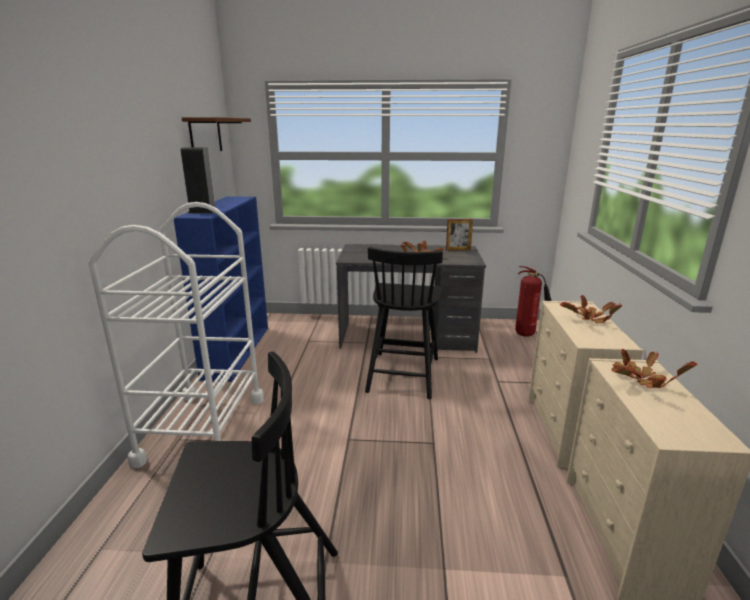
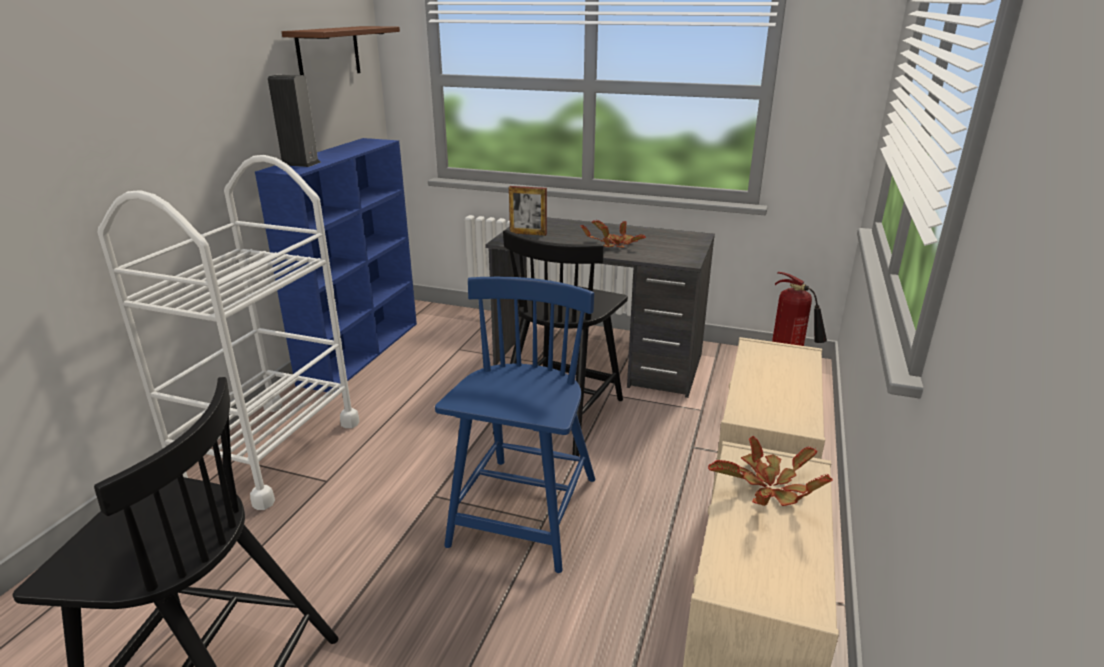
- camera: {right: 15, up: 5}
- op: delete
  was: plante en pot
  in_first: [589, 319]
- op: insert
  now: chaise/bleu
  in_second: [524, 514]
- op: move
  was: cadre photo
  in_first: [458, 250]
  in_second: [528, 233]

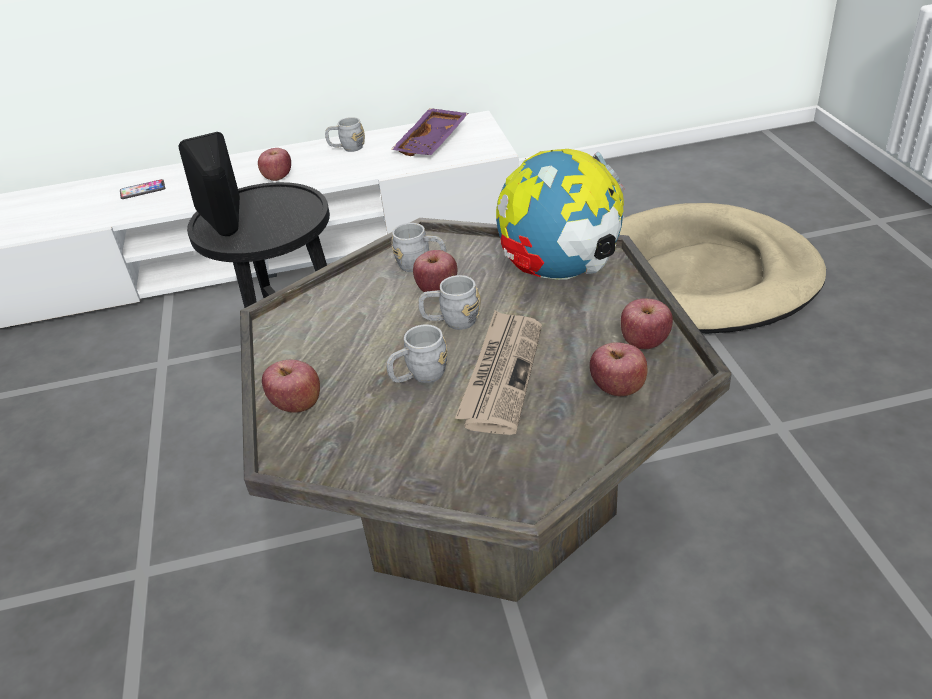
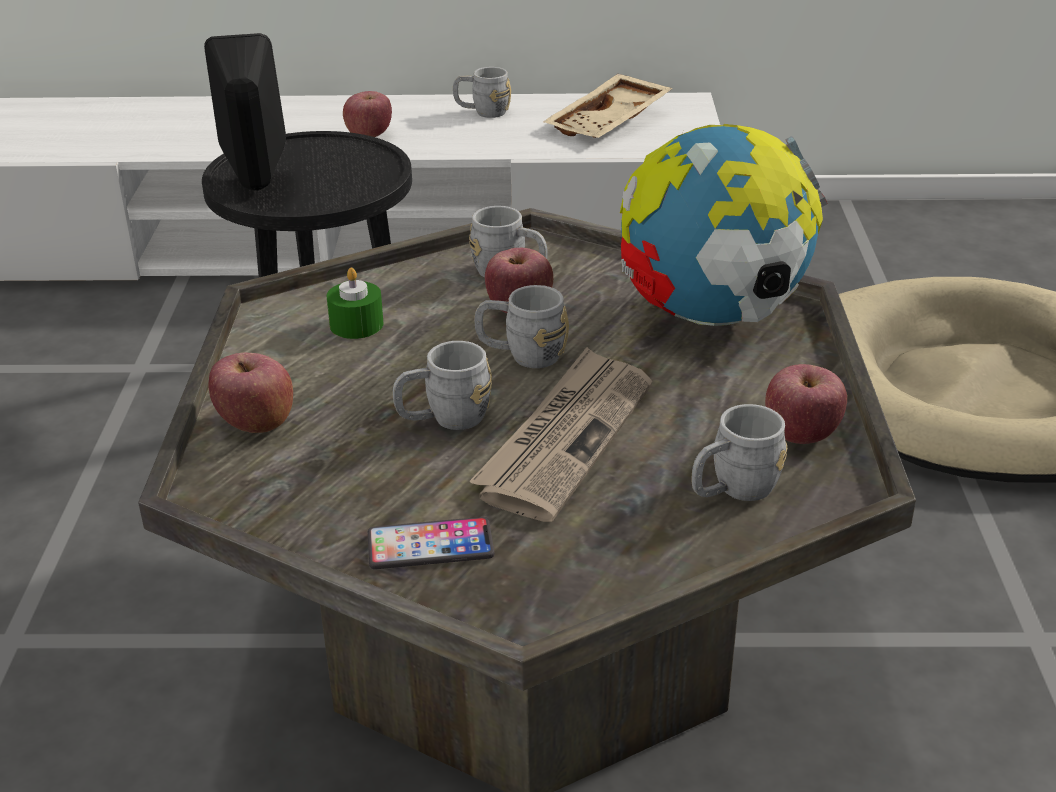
- camera: {right: 10, up: -5}
- op: insert
  now: bougie/vert
  in_second: [356, 325]
- op: move
  was: téléphone
  in_first: [143, 190]
  in_second: [430, 545]
- op: replace
  was: pomme
  now: mug/gris
  in_first: [618, 388]
  in_second: [733, 490]
- op: recolor
  was: plateau/violet
  now: plateau/beige
  in_first: [433, 142]
  in_second: [610, 123]

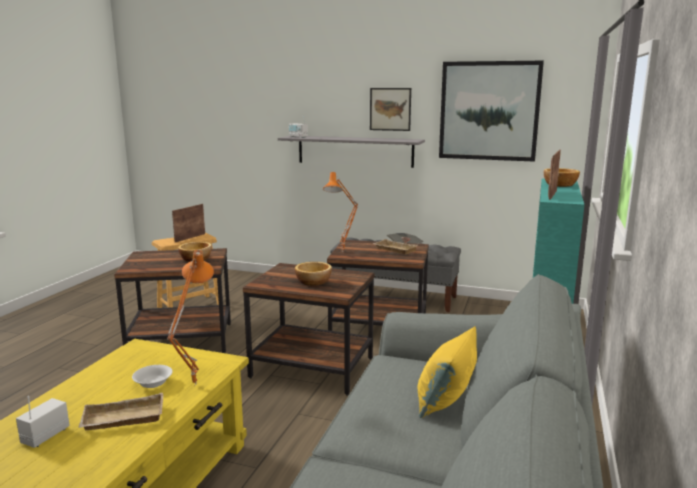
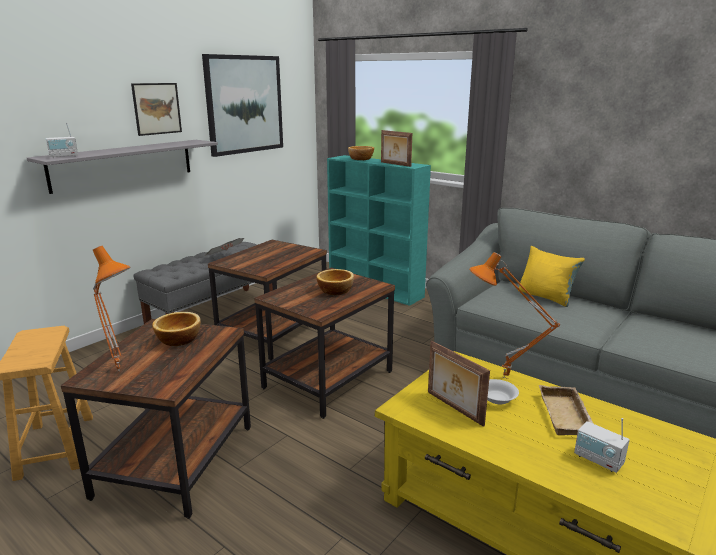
- camera: {right: -70, up: 5}
- op: delete
  was: plateau/beige
  in_first: [394, 249]
- op: move
  was: cadre photo
  in_first: [189, 238]
  in_second: [453, 408]
- op: move
  was: lampe de table/orange
  in_first: [344, 252]
  in_second: [121, 370]

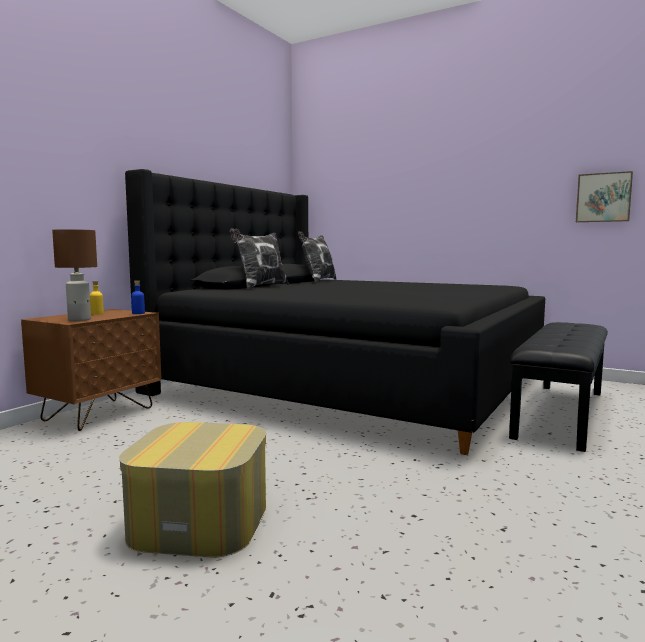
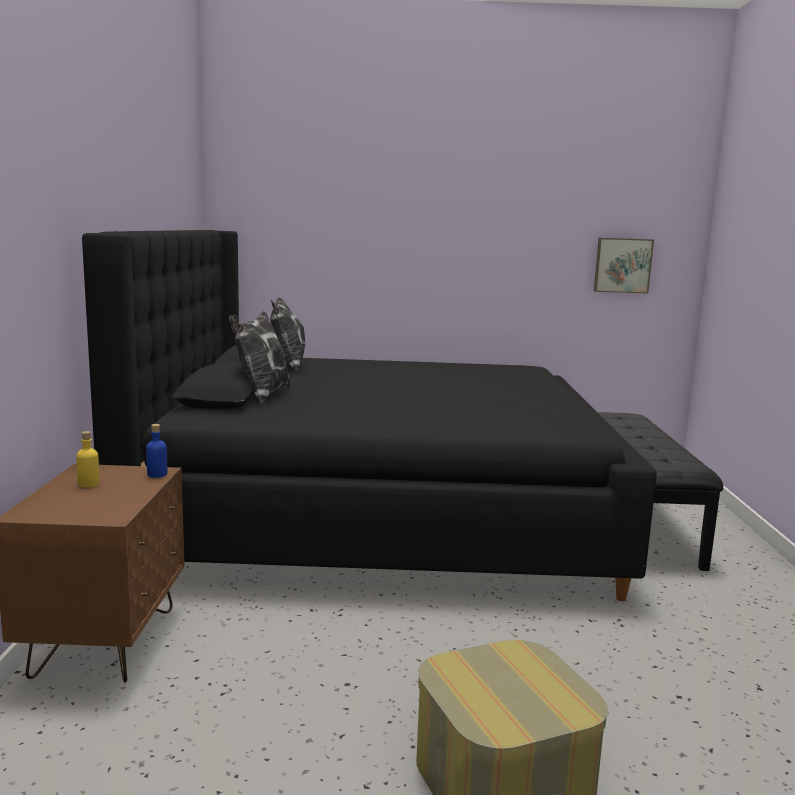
- camera: {right: -30, up: 5}
- op: delete
  was: lampe de table/marron
  in_first: [79, 320]

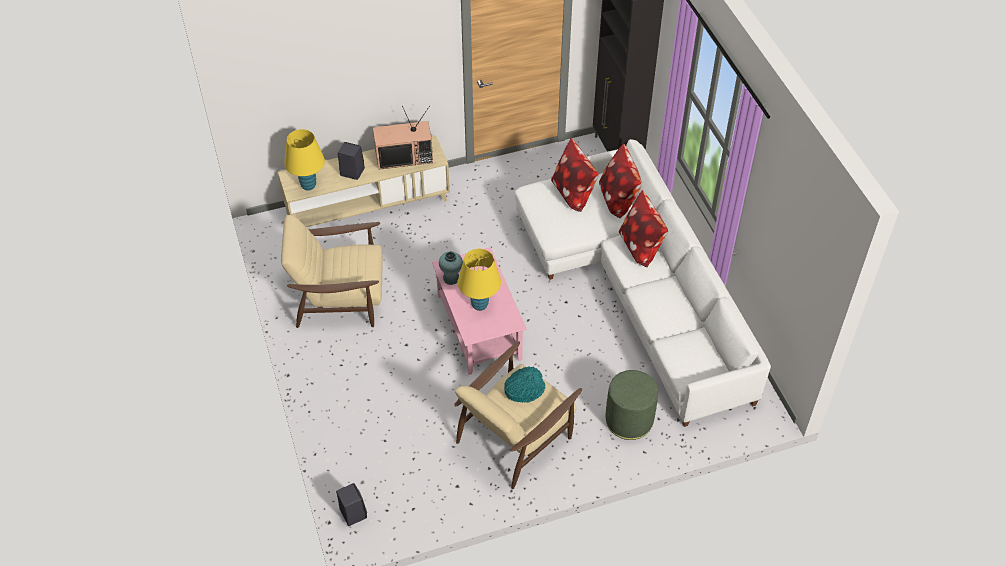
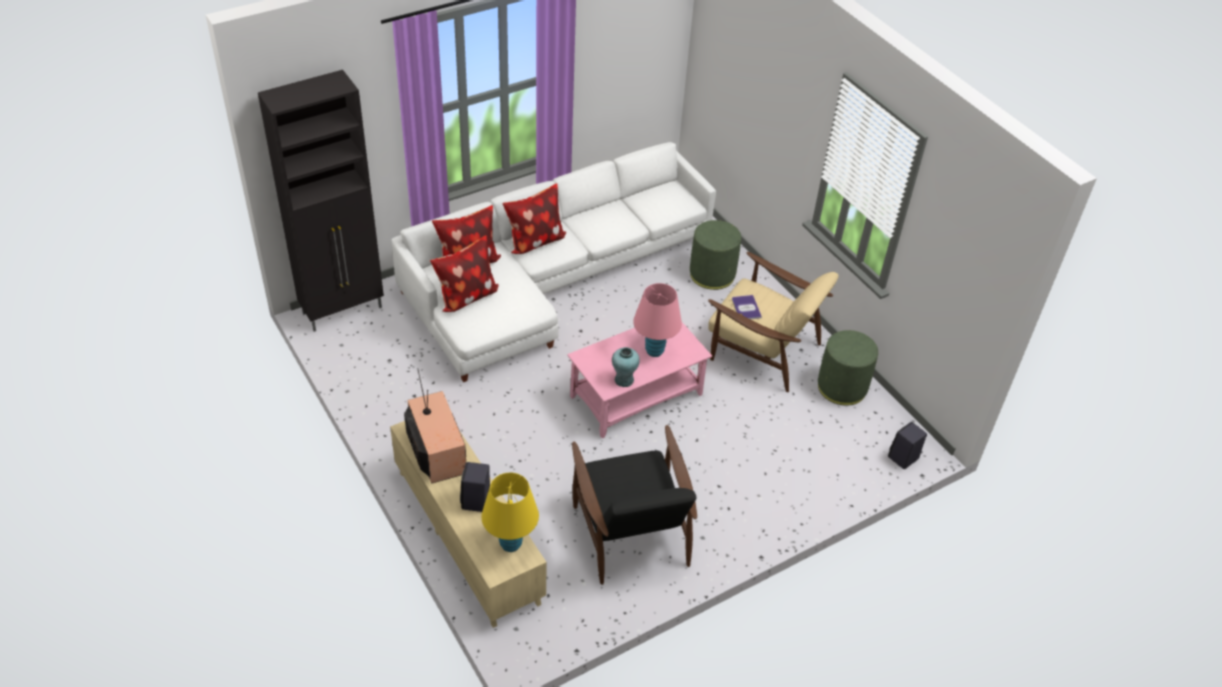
- camera: {right: -105, up: -5}
- op: insert
  now: pouf/vert
  in_second: [842, 387]
- op: replace
  was: chapeau/turquoise
  now: livre
  in_first: [524, 389]
  in_second: [746, 308]
- op: recolor
  was: fauteuil/beige
  now: fauteuil/noir
  in_first: [340, 298]
  in_second: [630, 531]
- op: recolor
  was: lampe de table/jaune
  now: lampe de table/rose
  in_first: [479, 305]
  in_second: [654, 351]

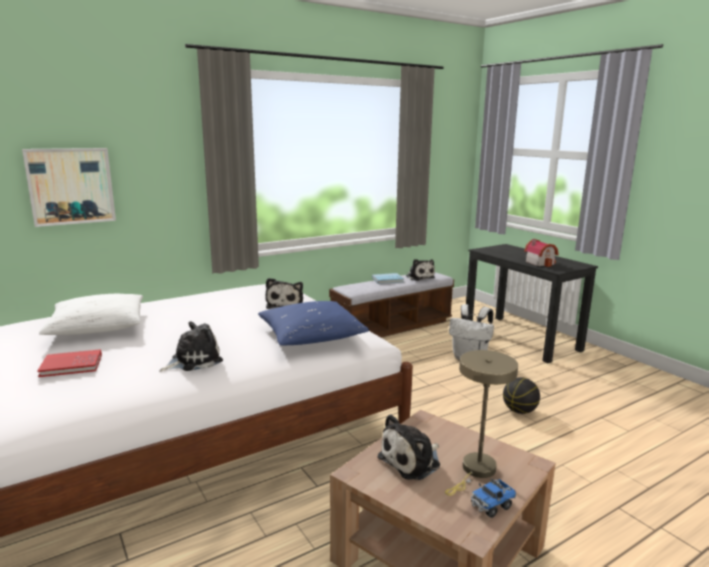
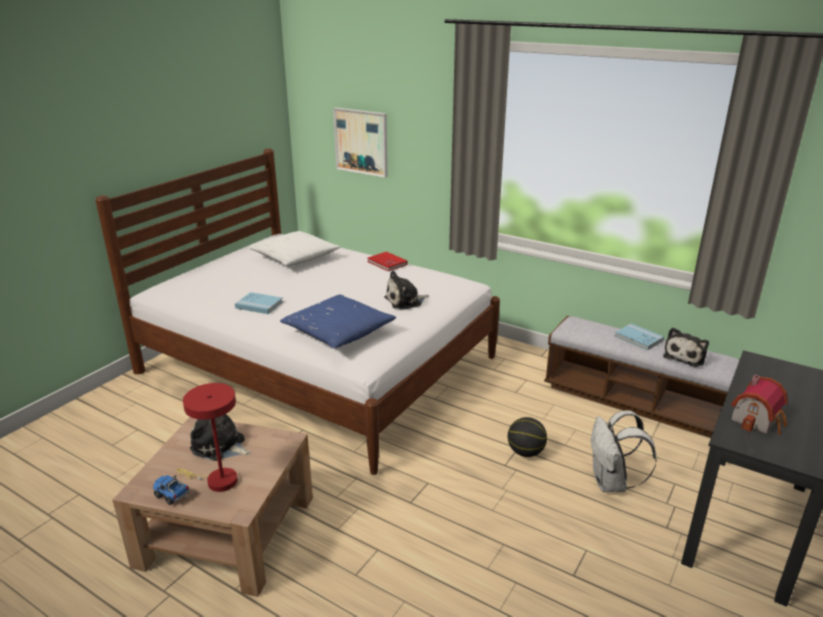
- camera: {right: 65, up: 10}
- op: move
  was: livre/rouge
  in_first: [71, 365]
  in_second: [387, 263]
- op: move
  was: ballon de basket
  in_first: [519, 411]
  in_second: [525, 452]
- op: replace
  was: peluche
  now: livre/bleu
  in_first: [193, 360]
  in_second: [259, 305]
- op: recolor
  was: lampe de table/beige
  now: lampe de table/rouge
  in_first: [476, 471]
  in_second: [217, 481]

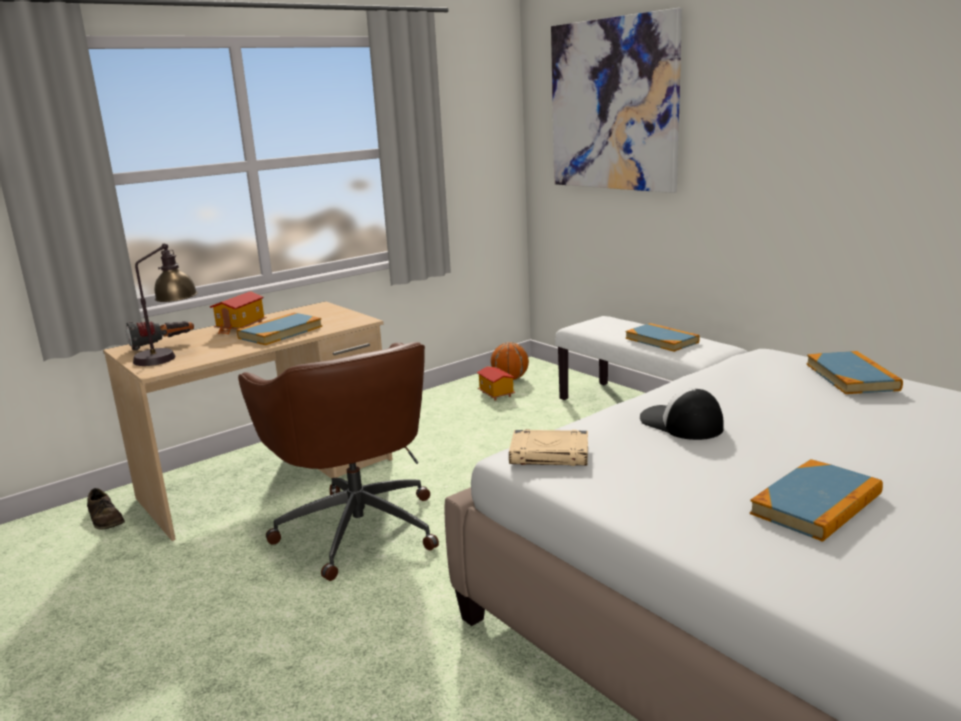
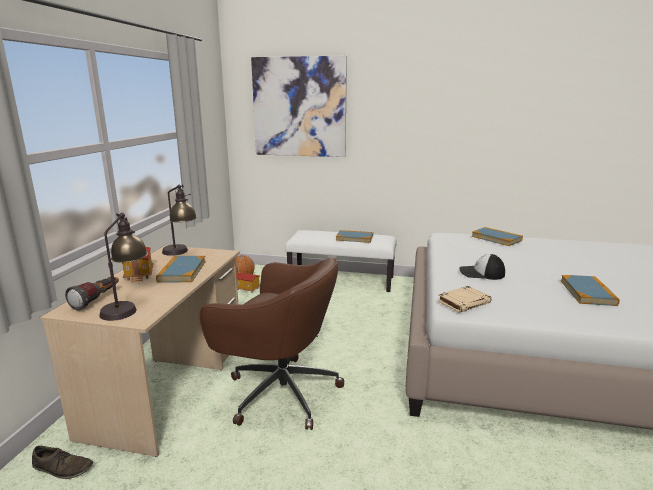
- camera: {right: -40, up: 0}
- op: insert
  now: lampe de table
  in_second: [181, 253]

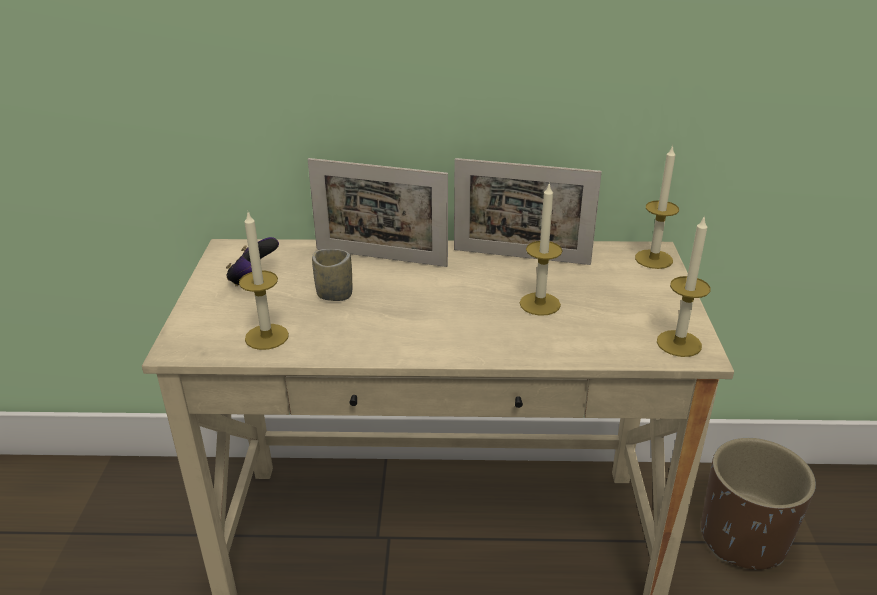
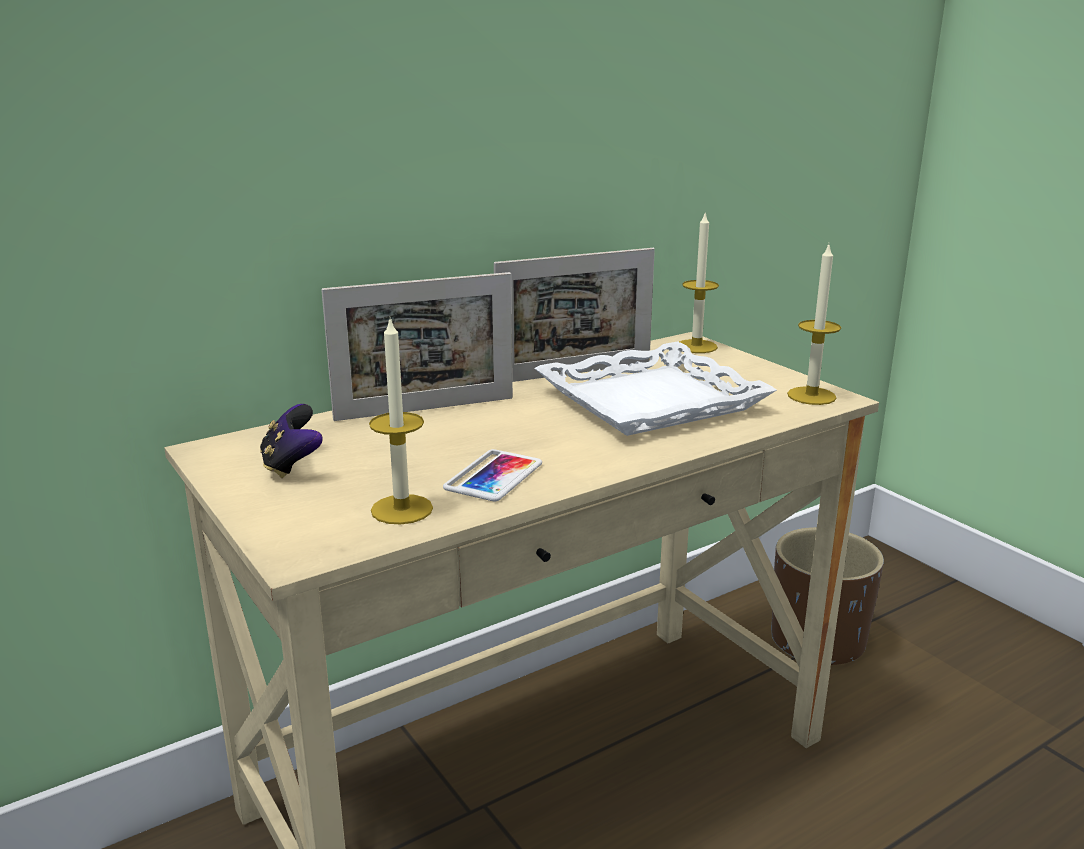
- camera: {right: -35, up: -10}
- op: delete
  was: tasse
  in_first: [334, 295]
- op: insert
  now: téléphone
  in_second: [493, 476]
- op: replace
  was: bougie
  now: plateau/blanc
  in_first: [540, 304]
  in_second: [651, 402]

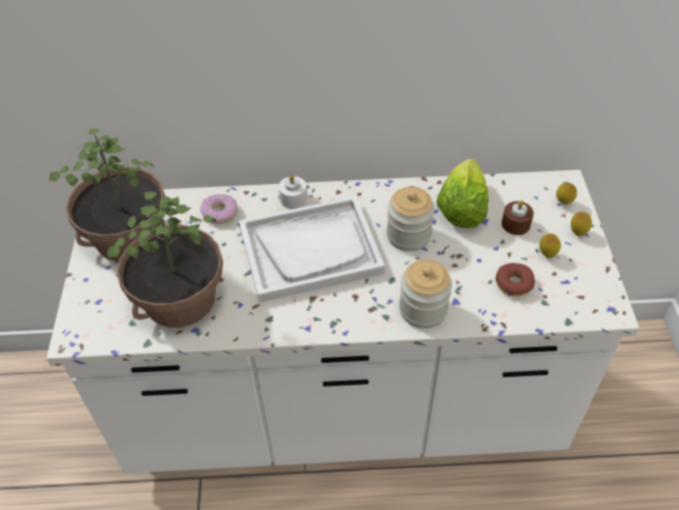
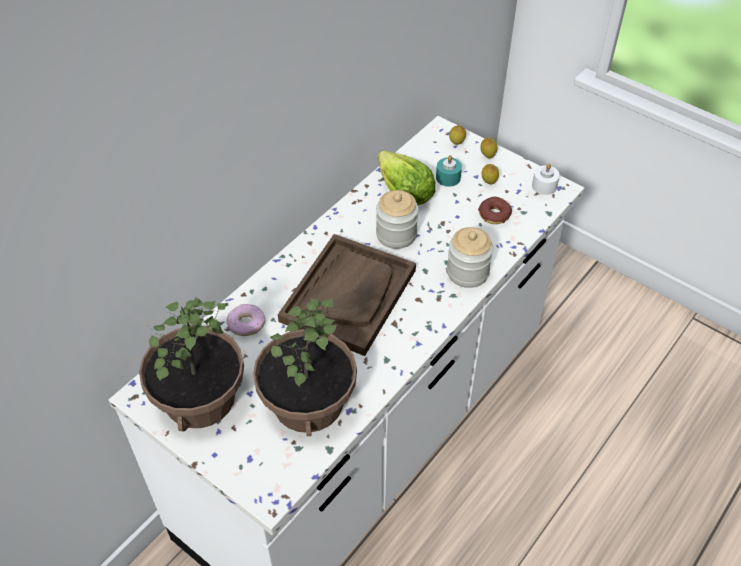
- camera: {right: -50, up: 0}
- op: move
  was: bougie/blanc
  in_first: [293, 199]
  in_second: [544, 186]
- op: recolor
  was: plateau/blanc
  now: plateau/marron
  in_first: [310, 250]
  in_second: [348, 295]
- op: recolor
  was: bougie/marron
  now: bougie/turquoise
  in_first: [515, 224]
  in_second: [448, 178]

